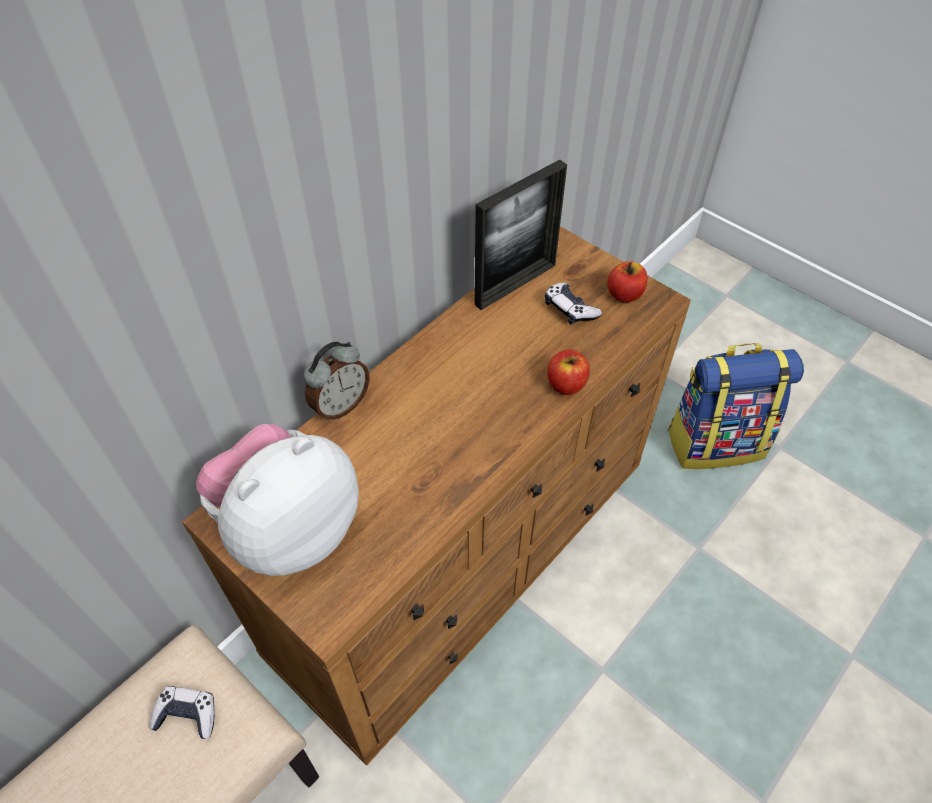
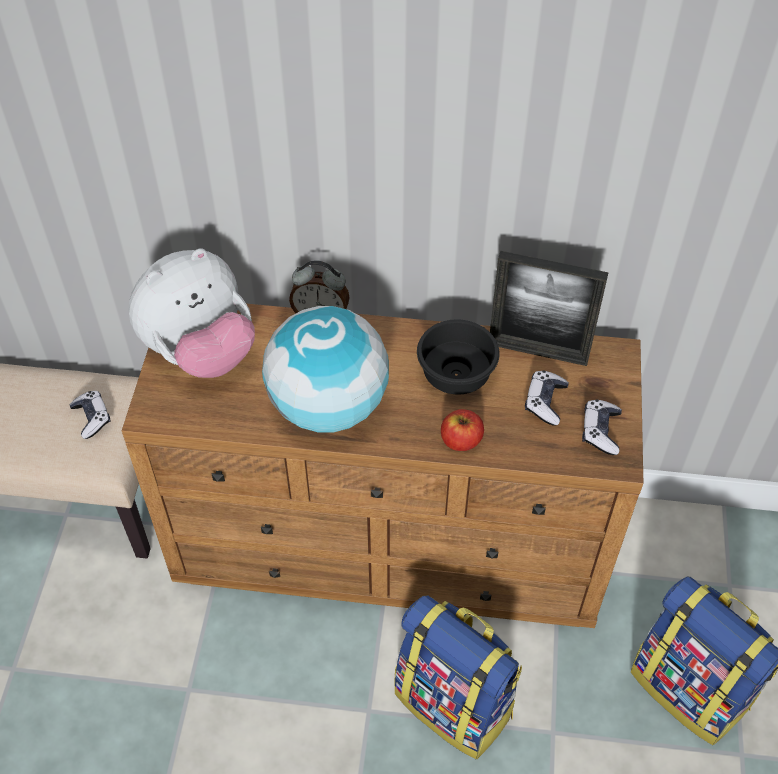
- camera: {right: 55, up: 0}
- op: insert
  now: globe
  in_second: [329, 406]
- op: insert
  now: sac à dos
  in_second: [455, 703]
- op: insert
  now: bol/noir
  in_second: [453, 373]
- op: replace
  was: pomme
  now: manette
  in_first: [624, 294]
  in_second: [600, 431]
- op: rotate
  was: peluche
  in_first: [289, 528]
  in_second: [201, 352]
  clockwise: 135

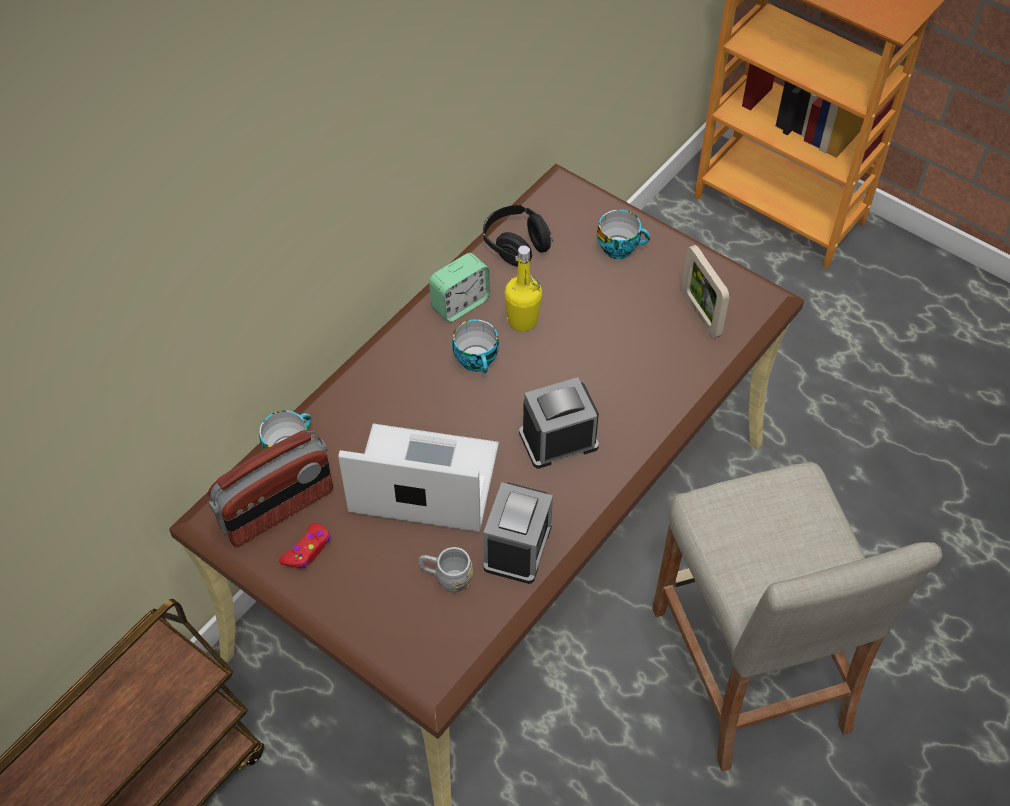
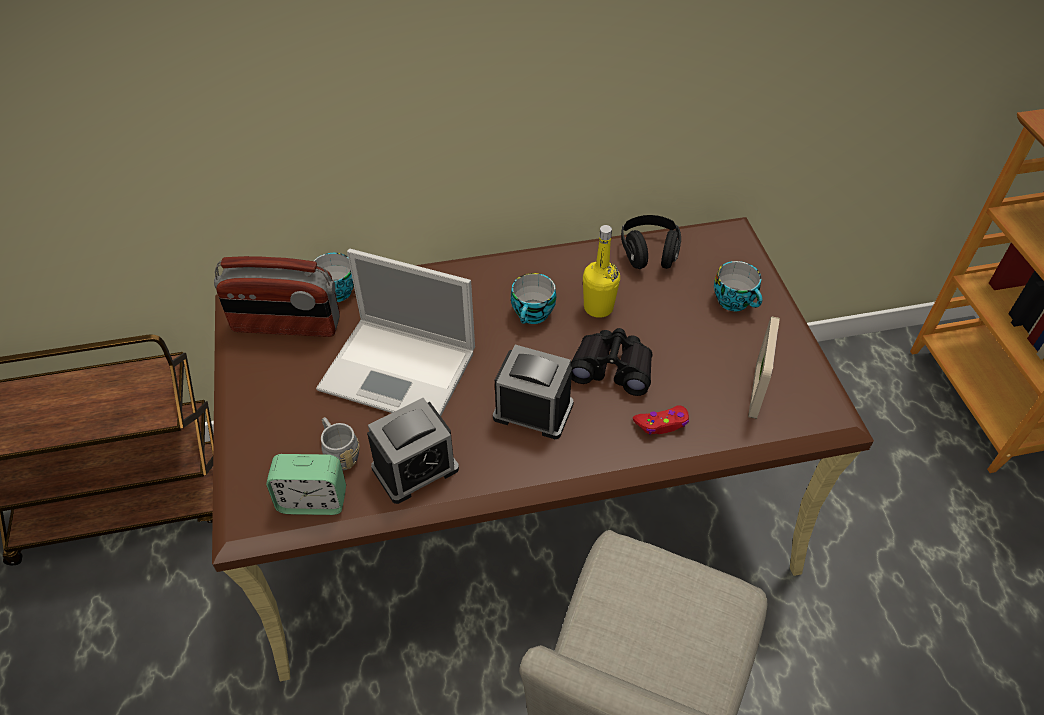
- camera: {right: 40, up: -5}
- op: insert
  now: jumelles/noir
  in_second: [612, 368]
- op: move
  was: manette/rouge
  in_first: [307, 550]
  in_second: [662, 424]
- op: move
  was: réveil
  in_first: [460, 304]
  in_second: [313, 501]
- op: rotate
  was: ordinateur portable
  in_first: [421, 480]
  in_second: [401, 371]
  clockwise: 150

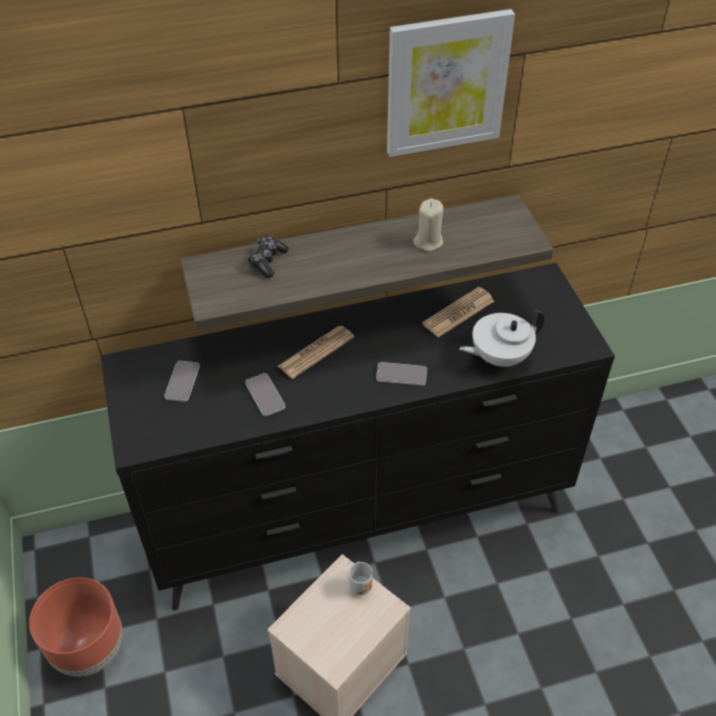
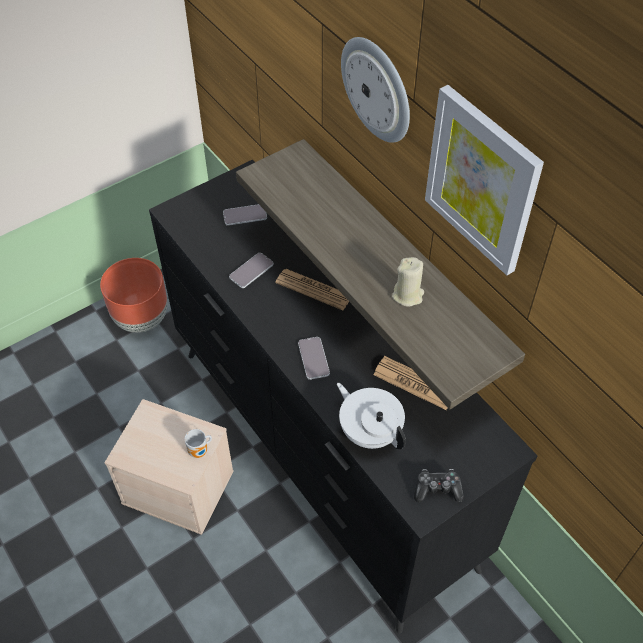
- camera: {right: 70, up: 5}
- op: insert
  now: horloge murale
  in_second: [377, 89]
- op: move
  was: manette
  in_first: [267, 261]
  in_second: [437, 489]

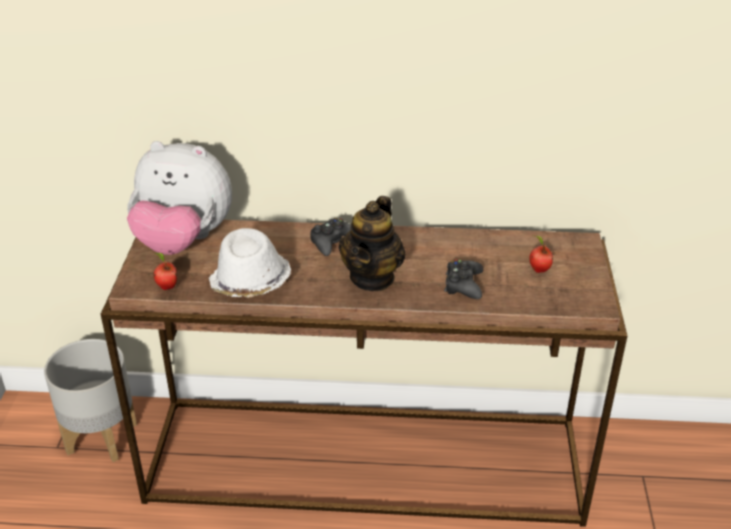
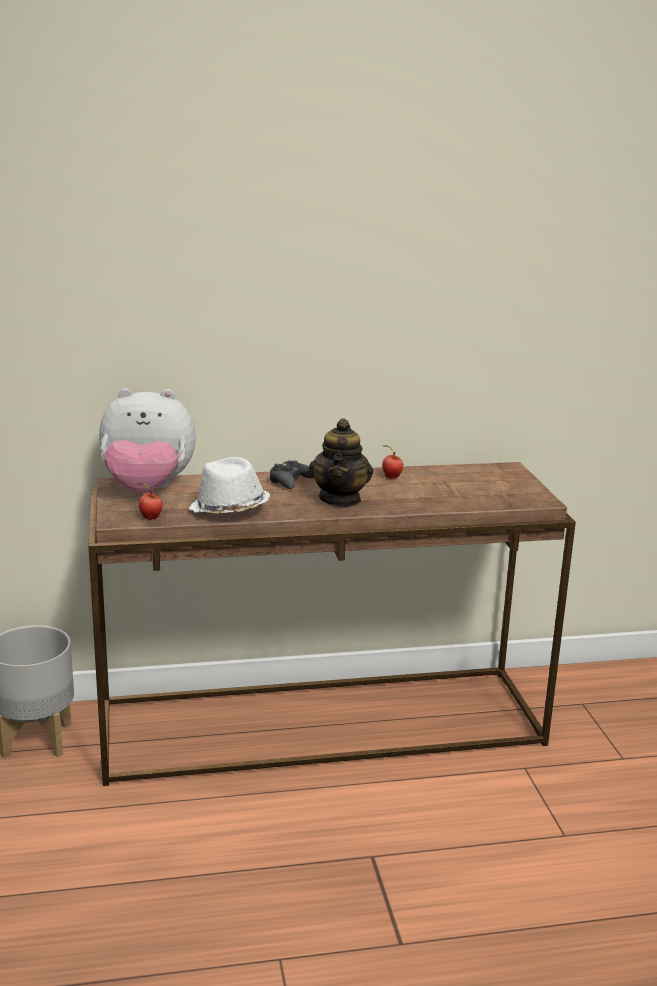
- camera: {right: -15, up: -15}
- op: delete
  was: manette/noir
  in_first: [463, 285]
- op: move
  was: pomme
  in_first: [538, 269]
  in_second: [390, 477]

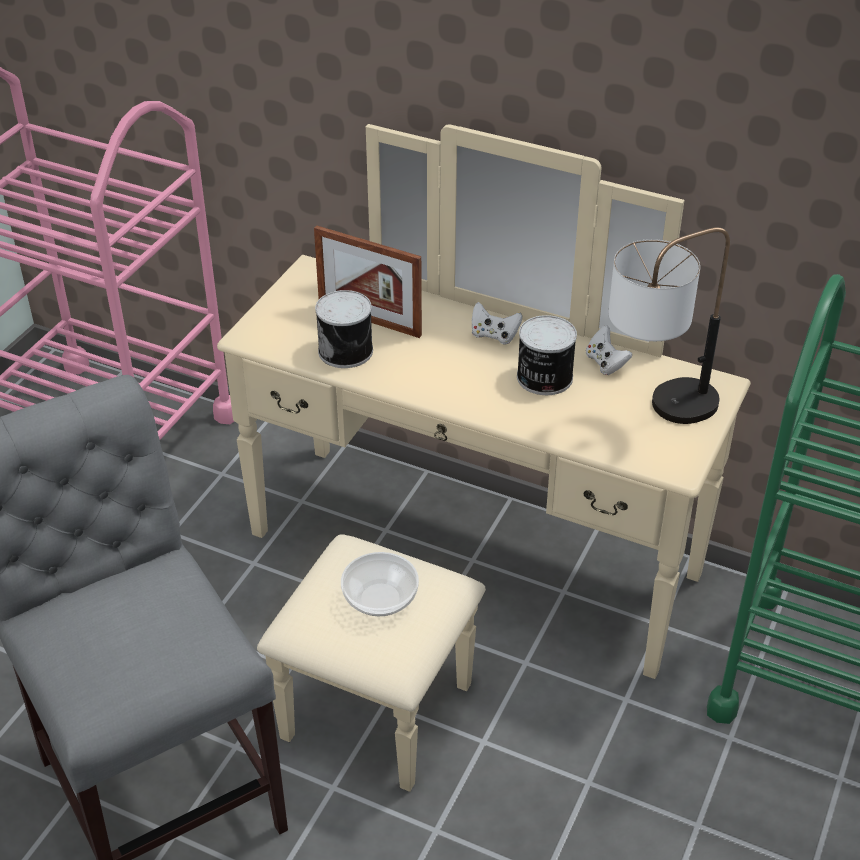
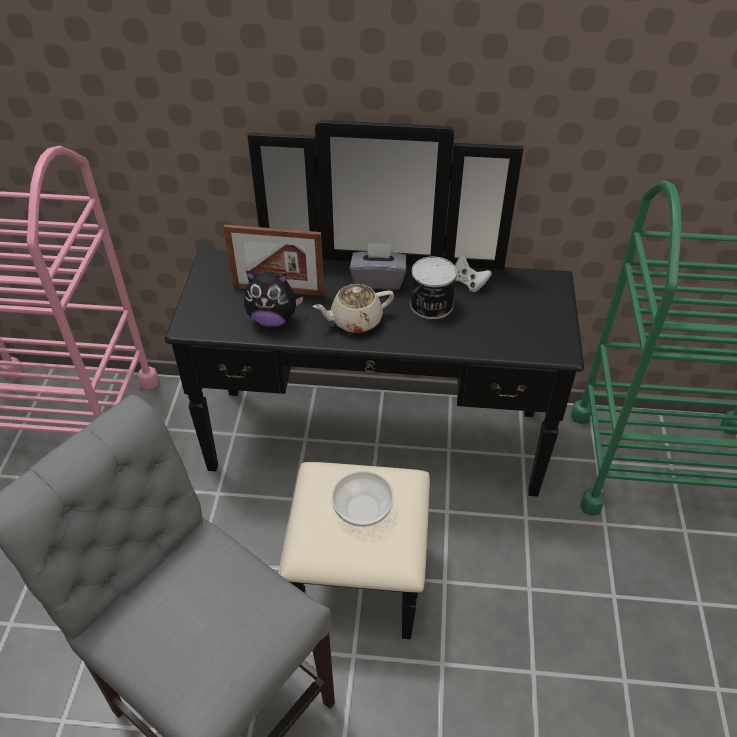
- camera: {right: -20, up: 5}
- op: delete
  was: lampe de table
  in_first: [656, 413]
- op: insert
  now: théière/beige
  in_second: [355, 320]
- op: replace
  was: boîte métallique
  now: peluche
  in_first: [347, 350]
  in_second: [273, 319]
- op: replace
  was: manette/blanc
  now: boîte à mouchoirs/gris
  in_first: [494, 335]
  in_second: [378, 280]
- op: recolor
  was: commode/beige
  now: commode/noir
  in_first: [454, 588]
  in_second: [373, 469]

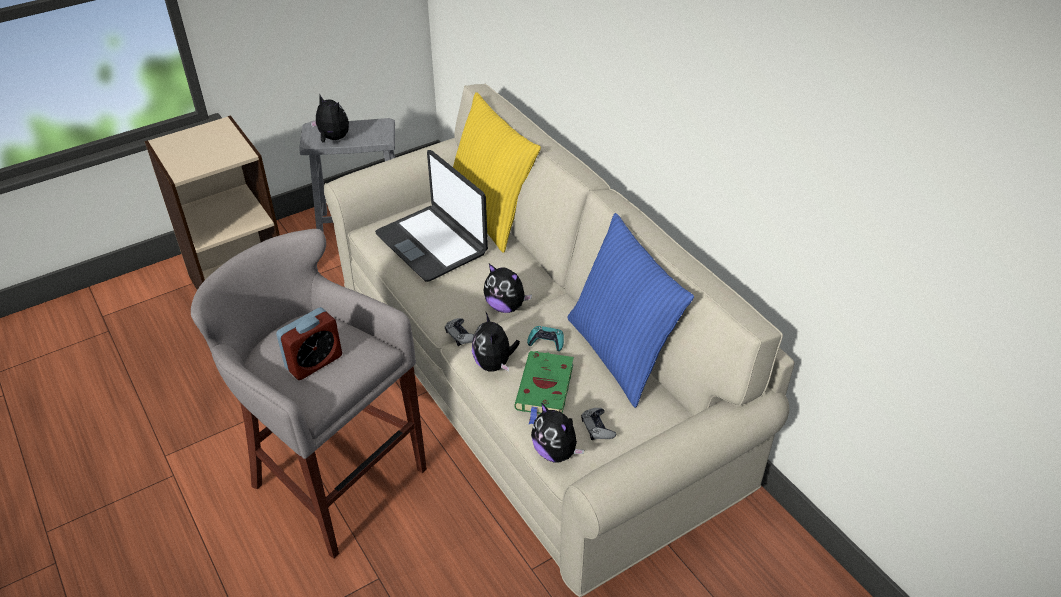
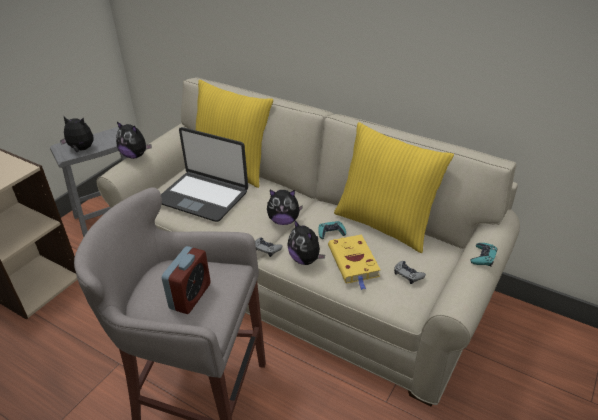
- camera: {right: -25, up: -5}
- op: insert
  now: manette/turquoise
  in_second: [483, 257]
- op: move
  was: peluche
  in_first: [556, 452]
  in_second: [135, 155]
- op: recolor
  was: livre/vert
  now: livre/jaune
  in_first: [545, 389]
  in_second: [354, 263]
- op: recolor
  was: coussin/bleu
  now: coussin/jaune
  in_first: [620, 354]
  in_second: [385, 224]

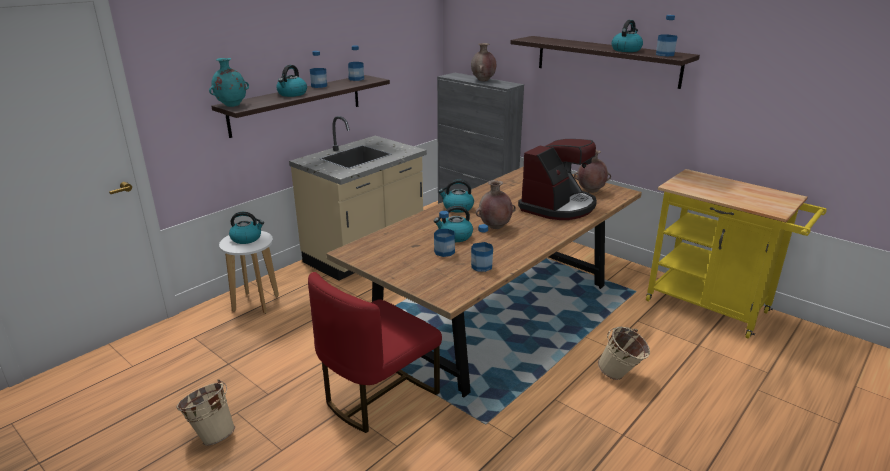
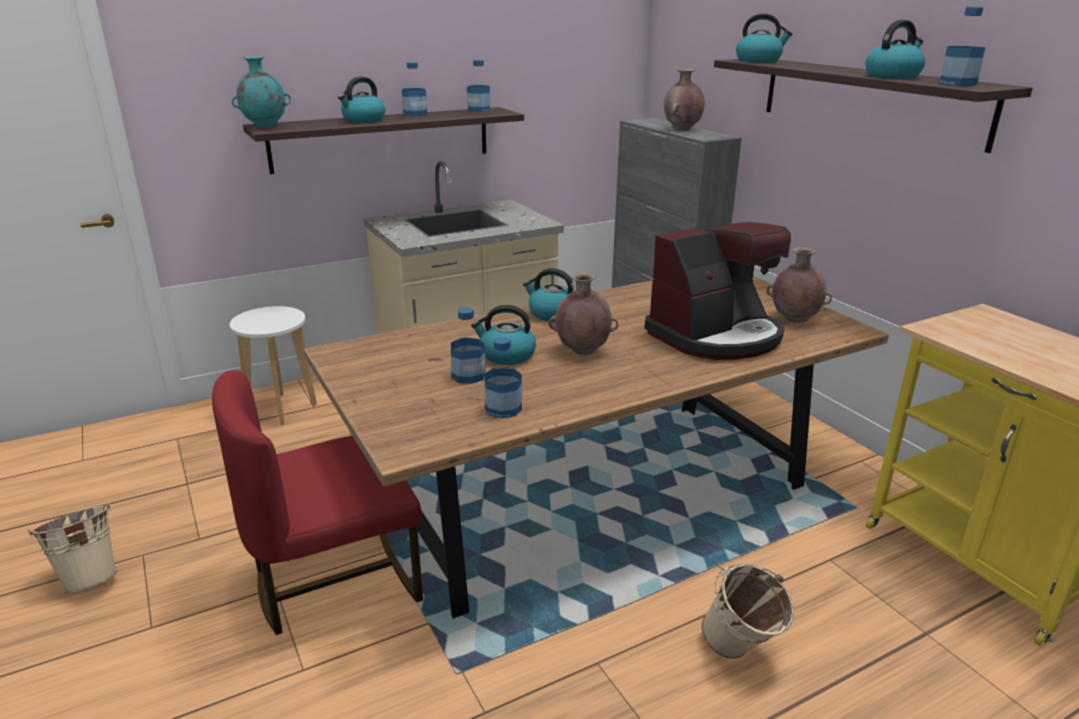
- camera: {right: 20, up: 0}
- op: move
  was: bouilloire
  in_first: [247, 238]
  in_second: [759, 60]

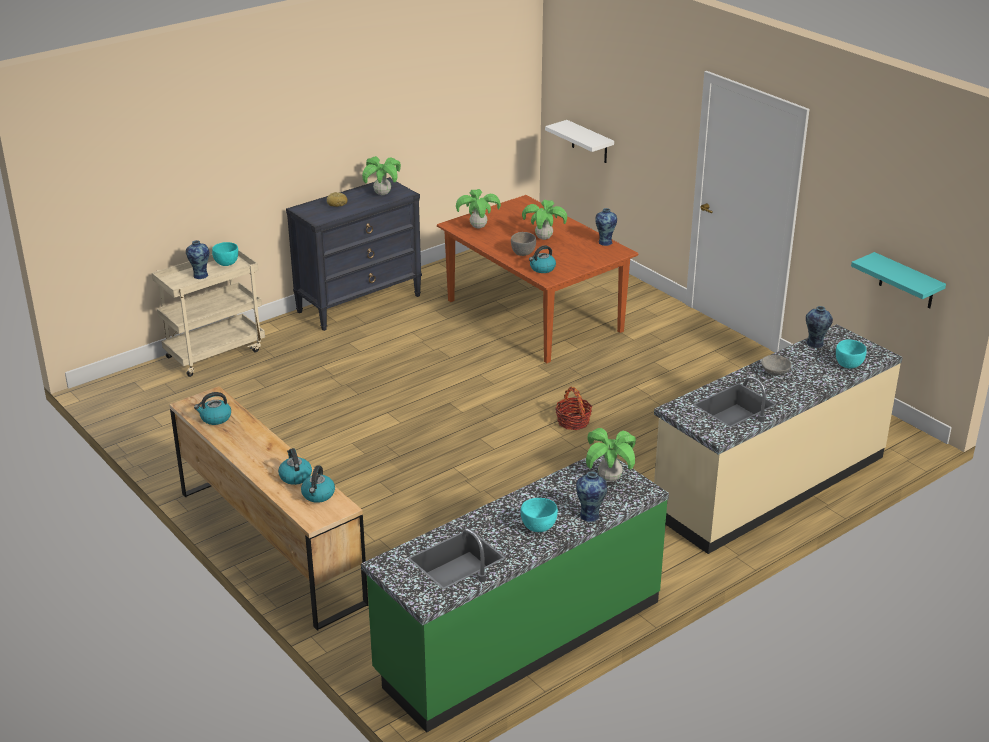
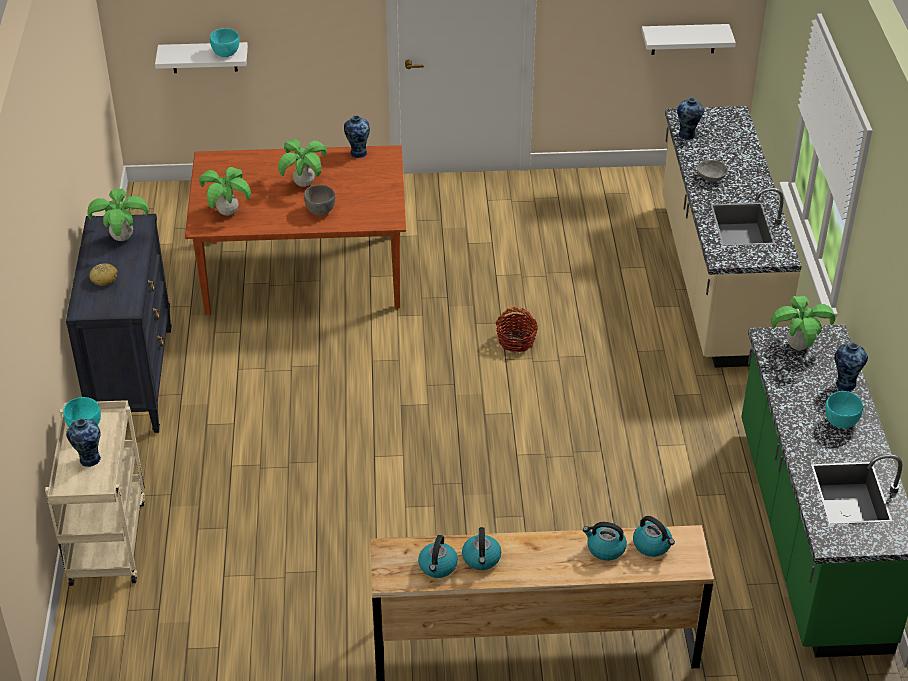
- camera: {right: -55, up: 10}
- op: move
  was: bouilloire
  in_first: [542, 268]
  in_second: [481, 559]
- op: move
  was: bol/turquoise
  in_first: [848, 365]
  in_second: [225, 53]
- op: recolor
  was: étagère/turquoise
  now: étagère/blanc
  in_first: [907, 282]
  in_second: [684, 39]

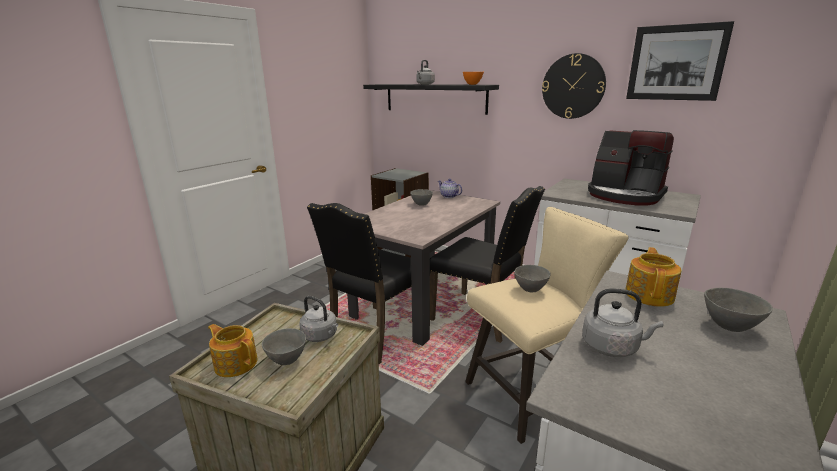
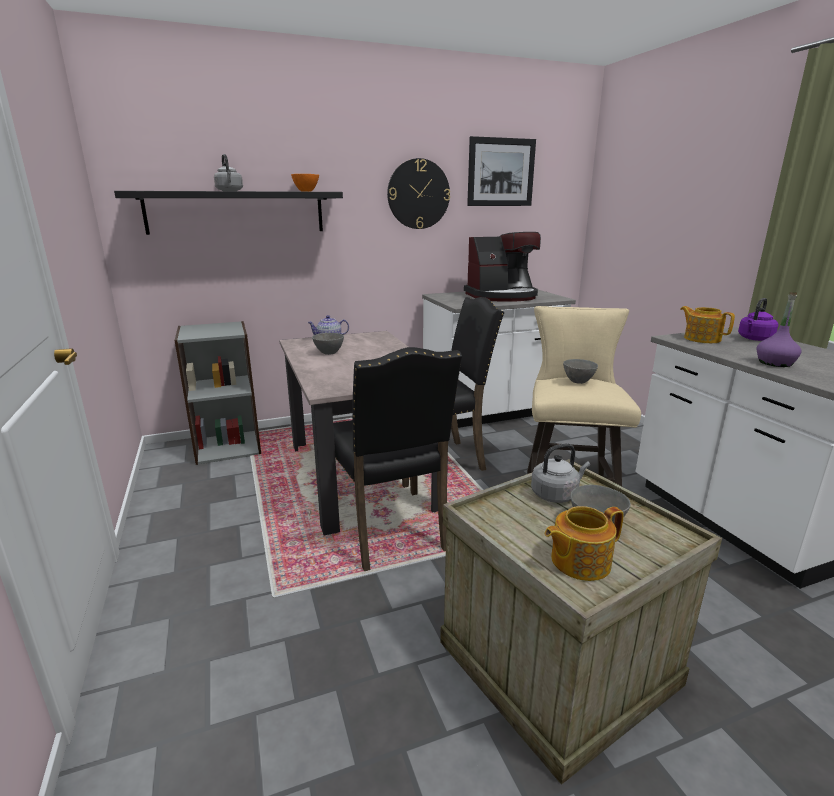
- camera: {right: -55, up: 0}
- op: replace
  was: bouilloire/gris
  now: bouteille/violet
  in_first: [612, 347]
  in_second: [774, 363]
- op: replace
  was: bol/gris
  now: bouilloire/violet
  in_first: [729, 327]
  in_second: [754, 339]

